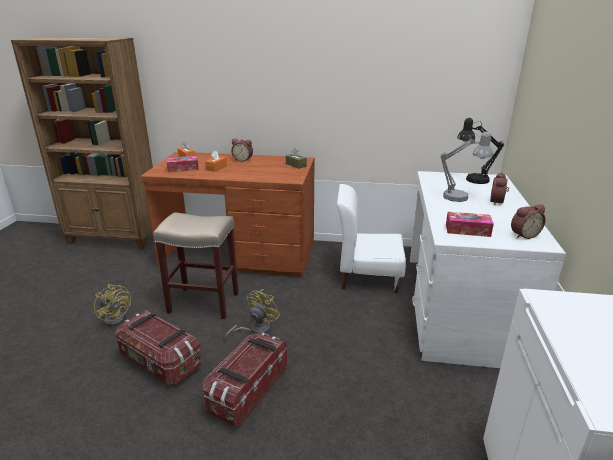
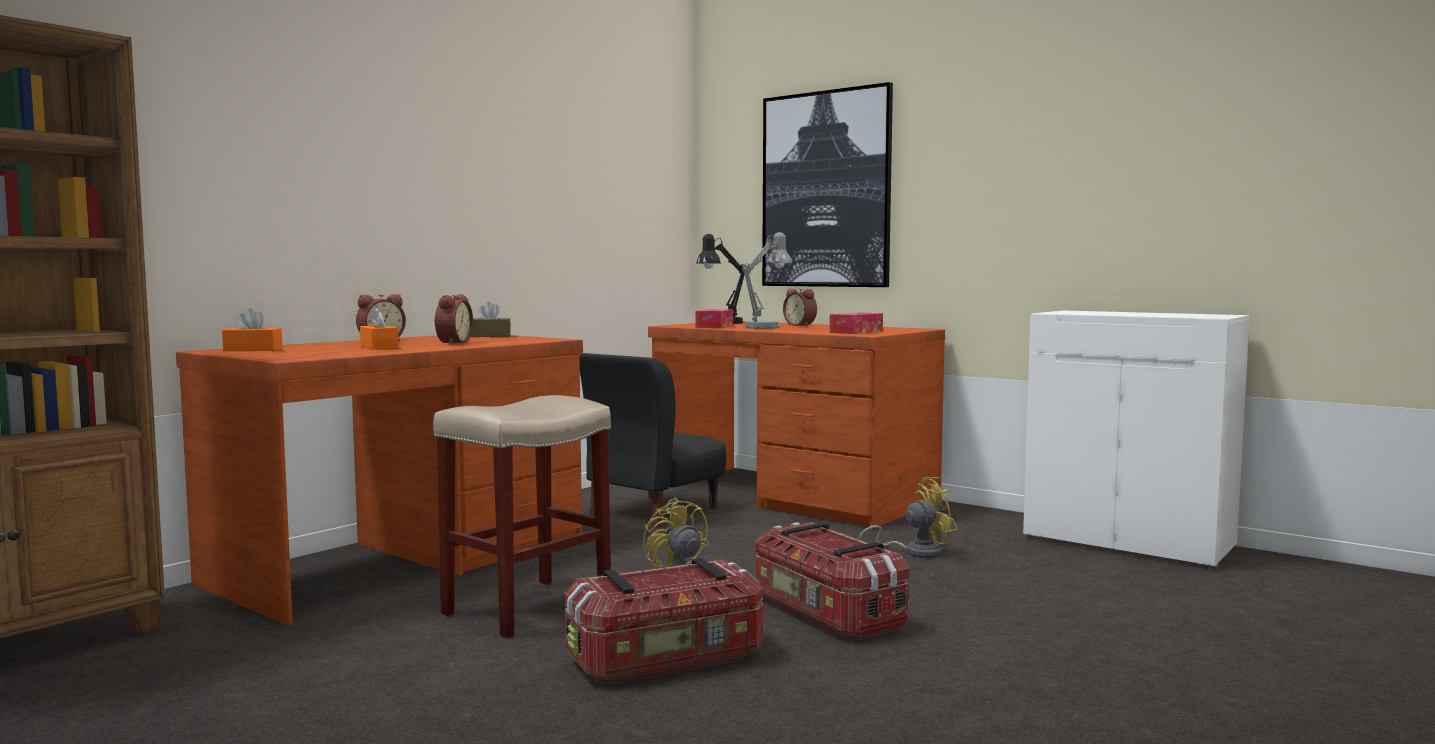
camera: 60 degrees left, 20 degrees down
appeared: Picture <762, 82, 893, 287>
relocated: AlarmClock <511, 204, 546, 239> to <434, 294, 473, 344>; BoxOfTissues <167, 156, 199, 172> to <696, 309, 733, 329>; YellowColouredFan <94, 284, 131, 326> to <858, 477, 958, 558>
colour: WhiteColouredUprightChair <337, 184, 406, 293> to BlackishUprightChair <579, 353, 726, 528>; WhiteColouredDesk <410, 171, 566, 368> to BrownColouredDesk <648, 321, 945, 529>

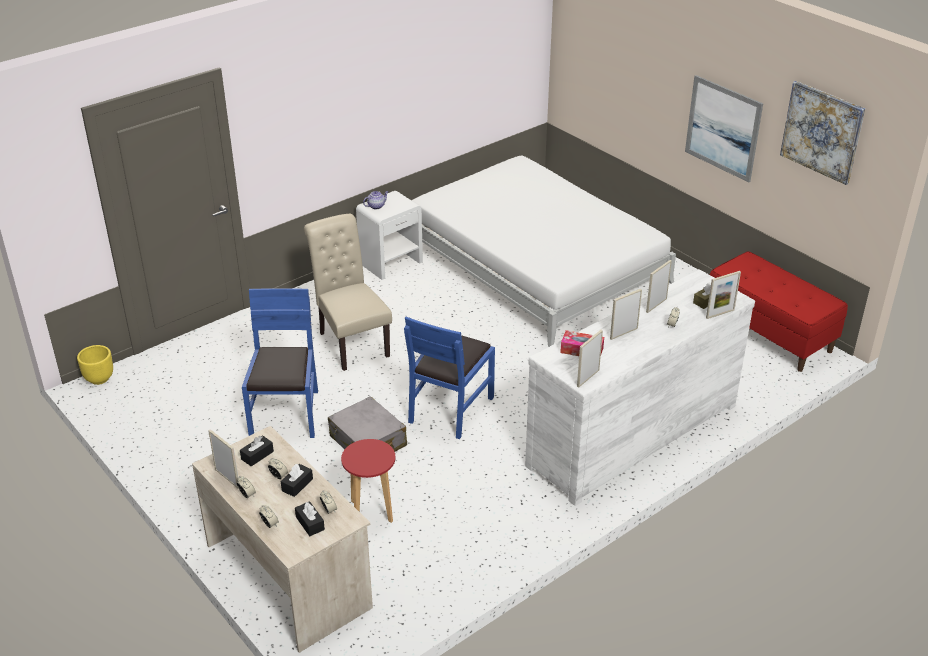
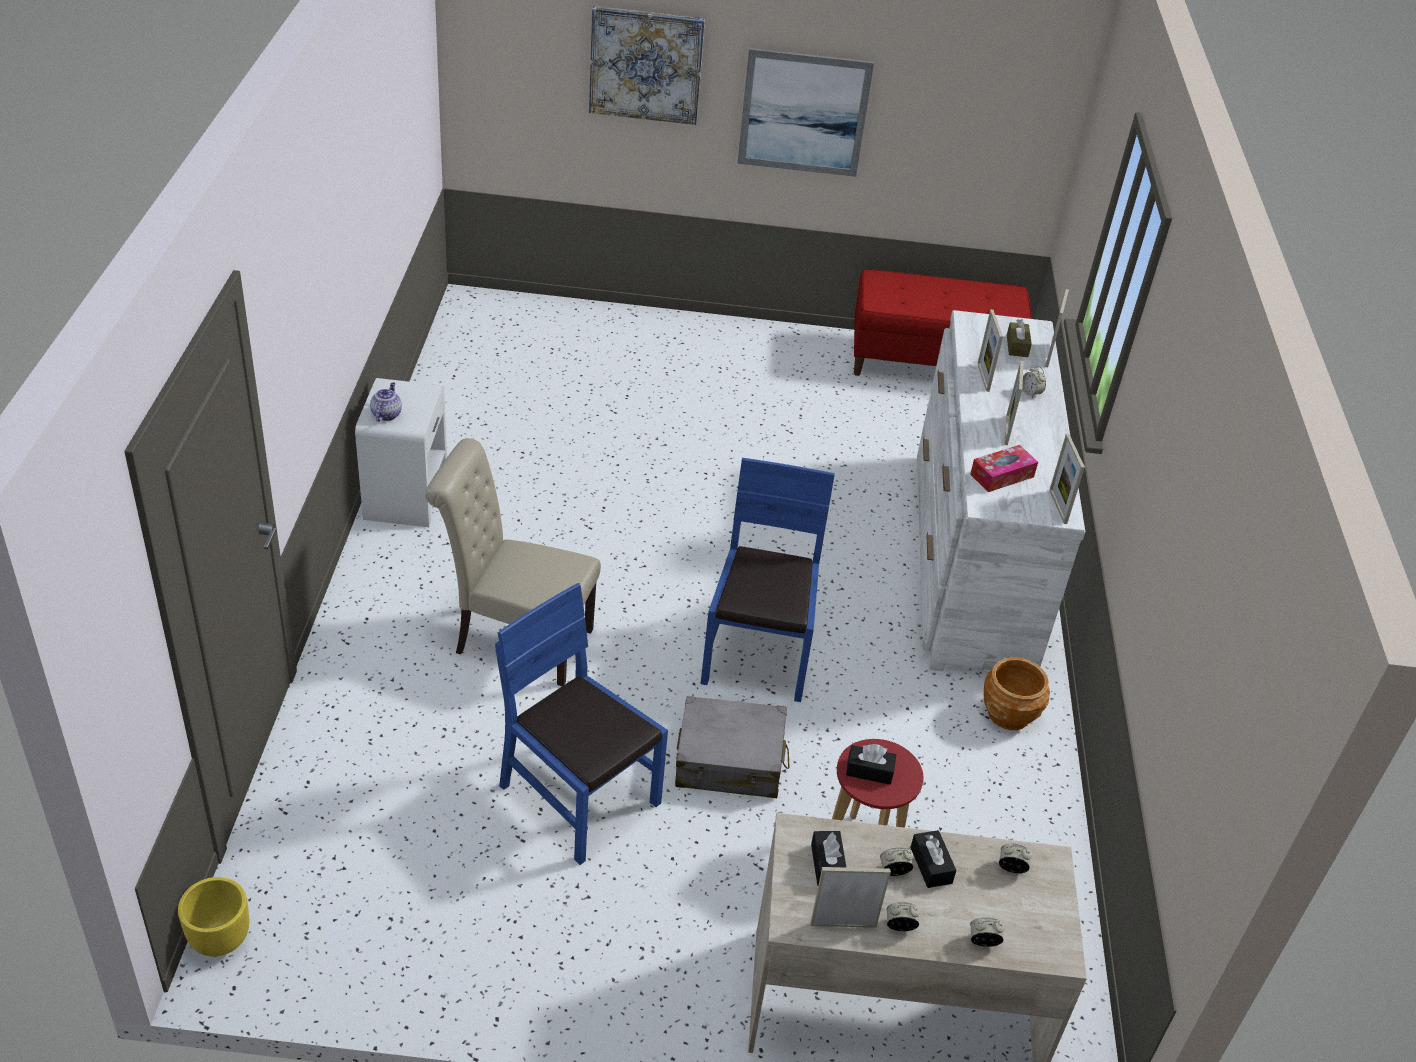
camera: 50 degrees left, 5 degrees up
missing: WhiteColouredBed <412, 155, 676, 347>
appeared: BrownColouredPlantPot <984, 657, 1050, 730>
relocated: Picture <780, 81, 865, 185> to <589, 6, 705, 125>; BlackishBoxOfTissues <295, 501, 325, 536> to <846, 744, 896, 785>
spun: BlueColouredUprightChair <404, 317, 495, 439> = <701, 458, 835, 702> 150 degrees counterclockwise

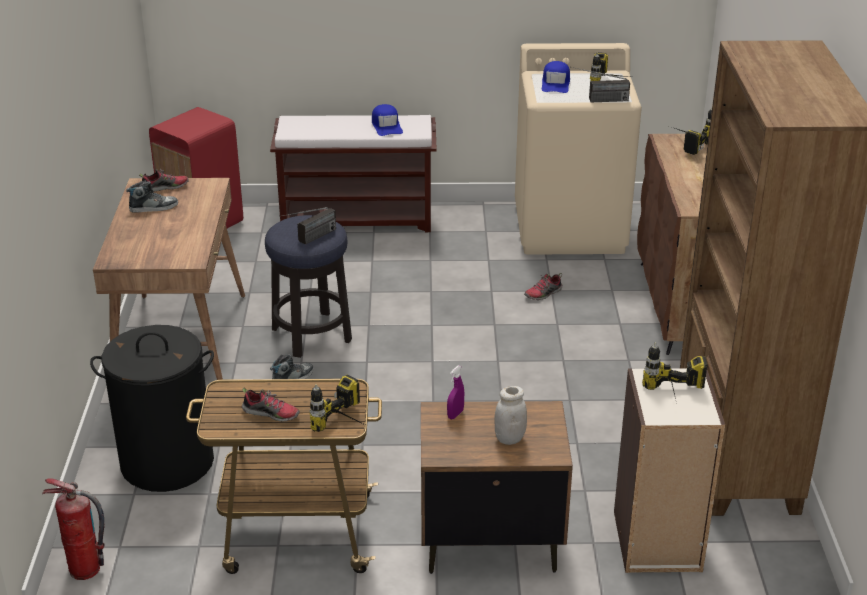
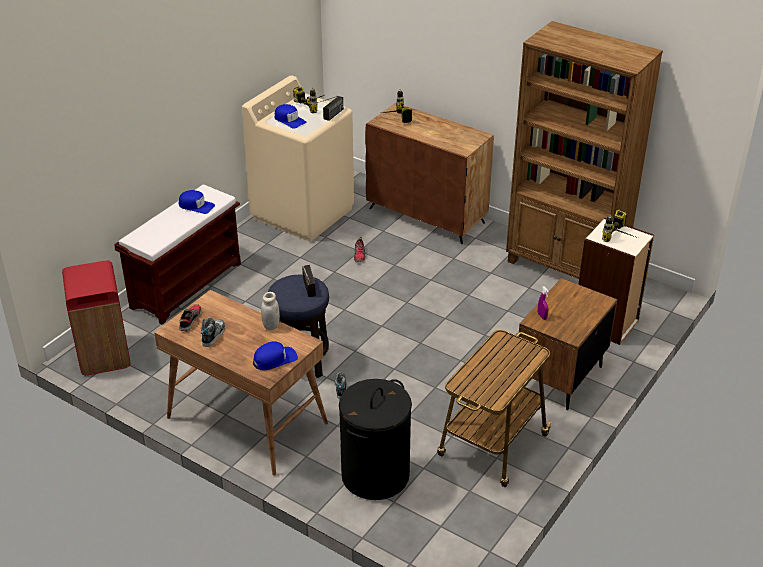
camera: 55 degrees left, 5 degrees up
missing: FireFightingCylinder <42, 478, 105, 580>; ItemOfFootwear <242, 388, 300, 422>; ElectricDrill <309, 375, 369, 432>
appeared: BlueColouredCap <253, 341, 298, 370>
relocated: WhiteColouredPreserveJar <495, 386, 527, 445> to <261, 292, 280, 330>

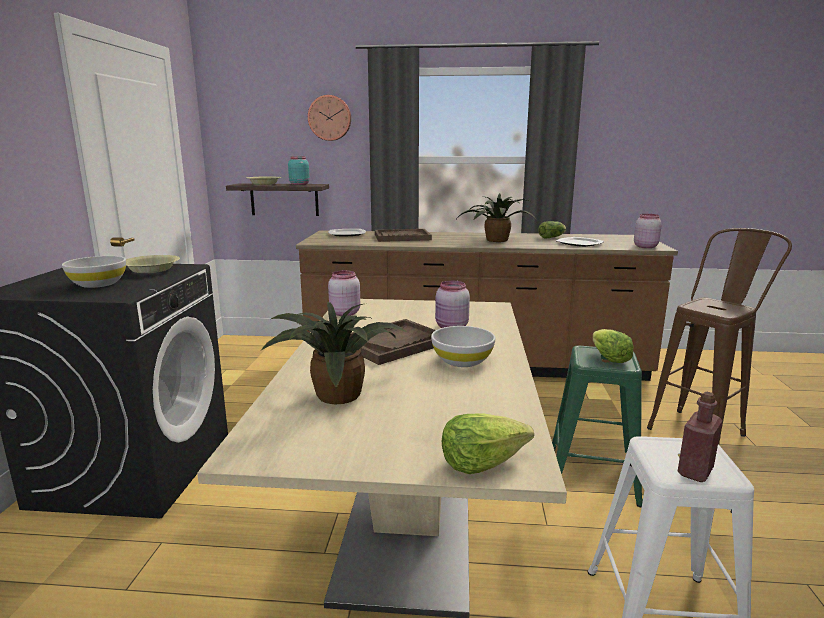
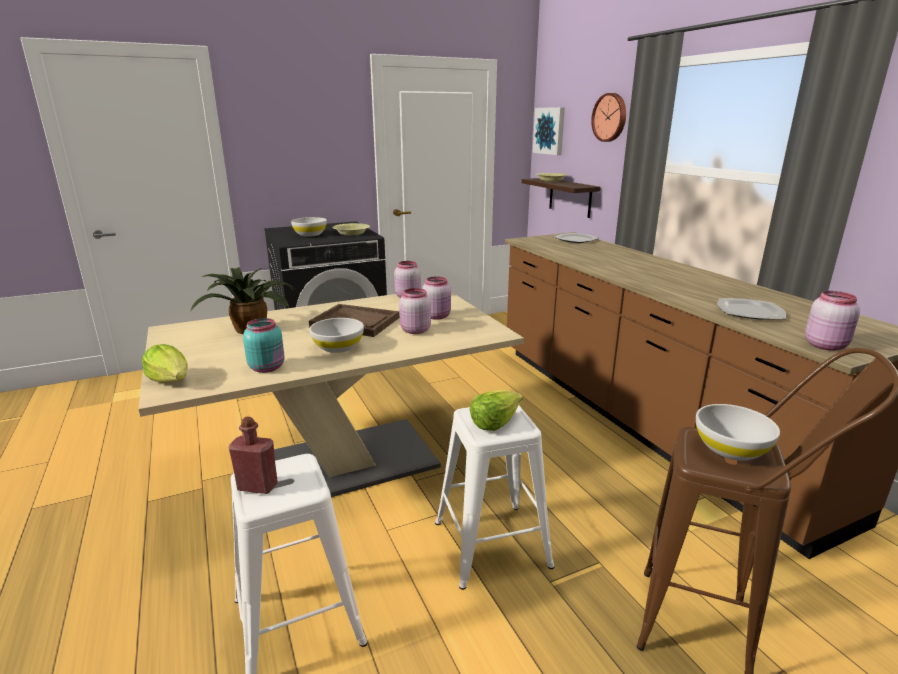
camera: 60 degrees right, 5 degrees up
missing: BrownColouredCarryingTray <375, 229, 432, 242>; PottedPlant <457, 193, 536, 242>; LettuceHead <538, 221, 566, 238>
appeared: PinkishPreserveJar <422, 276, 451, 320>; Picture <533, 107, 565, 155>; WhiteColouredServingBowl <696, 404, 780, 460>
relocated: TurquoisePreserveJar <288, 156, 310, 185> to <243, 318, 285, 373>
colour: GreenColouredStoolSeat <552, 346, 643, 507> to WhiteColouredStoolSeat <435, 405, 555, 590>

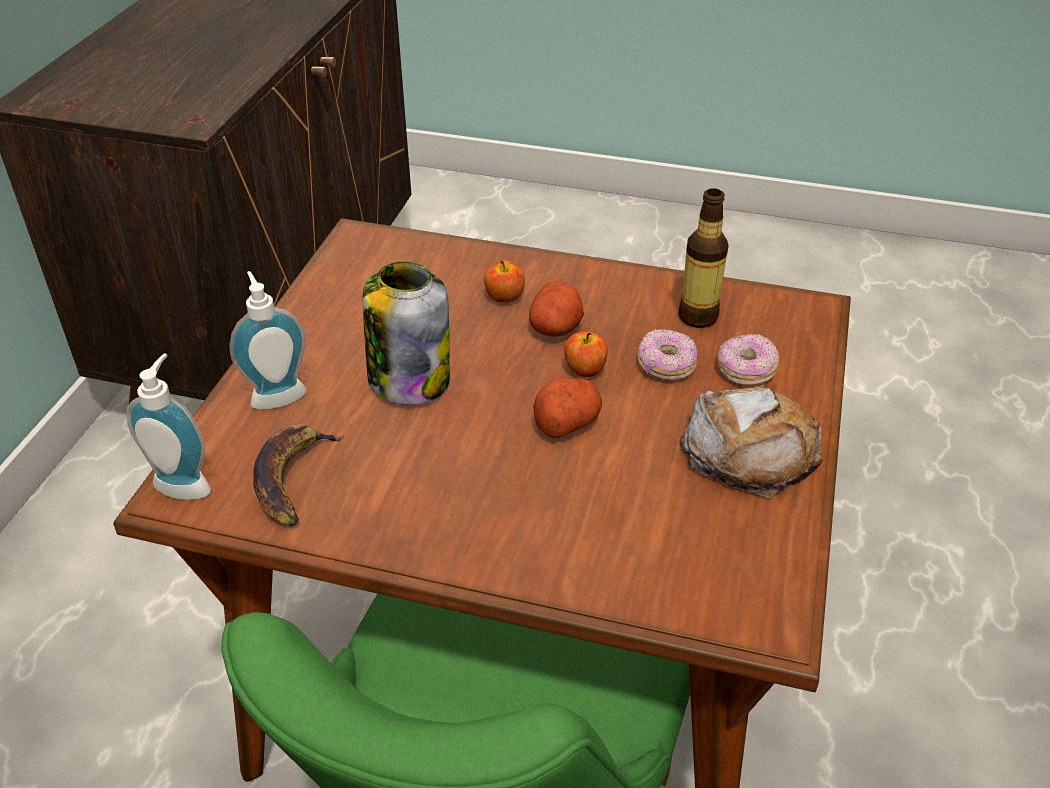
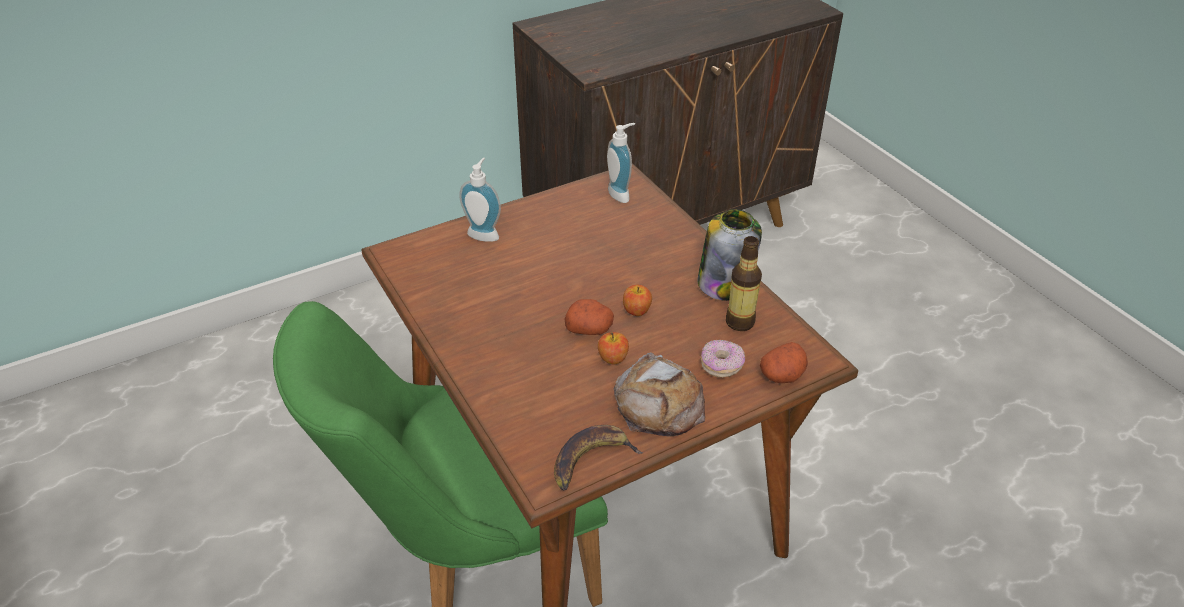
camera: 45 degrees right, 0 degrees up
missing: Doughnut <638, 329, 697, 380>
relocated: BananaFruit <253, 424, 344, 526> to <554, 425, 643, 490>; AppleFruit <484, 260, 525, 303> to <598, 332, 629, 365>; SoapDispenser <127, 353, 211, 500> to <607, 123, 635, 203>; PreserveJar <363, 262, 450, 405> to <698, 209, 762, 301>; WholePotato <529, 281, 584, 337> to <760, 342, 808, 383>

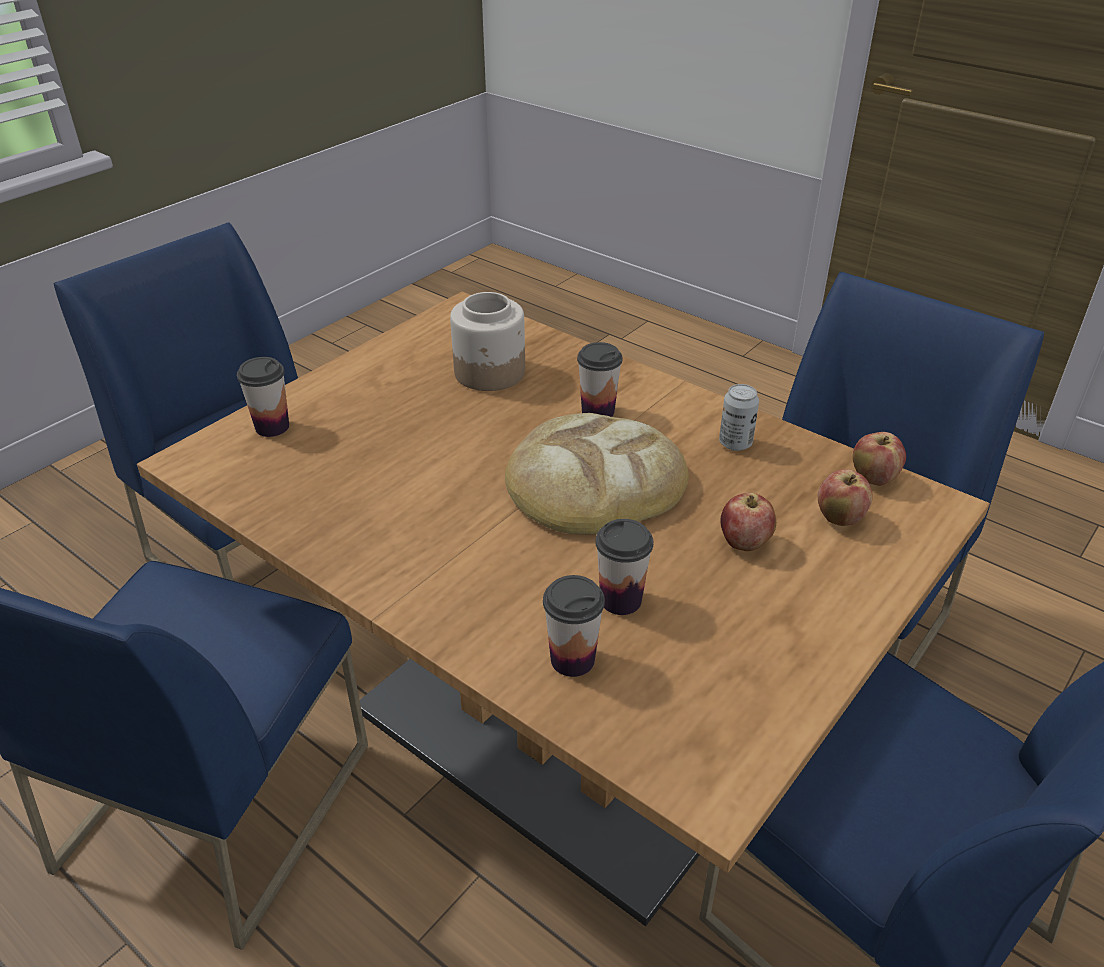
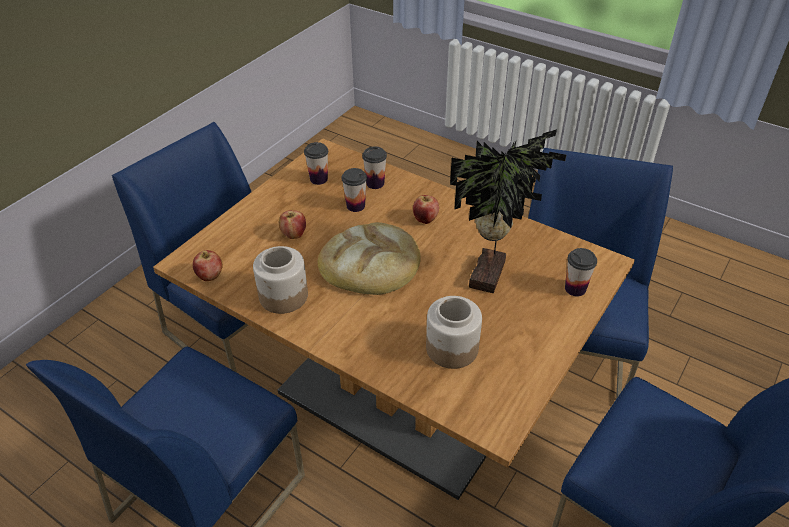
camera: 175 degrees right, 5 degrees up
appeared: PottedPlant <450, 130, 566, 293>
relocated: DrinkingCup <577, 342, 622, 417> to <304, 142, 328, 185>; AppleFruit <818, 469, 872, 526> to <413, 195, 439, 224>
exchanged: SealedCan <719, 384, 759, 451> to PreserveJar <253, 246, 308, 314>

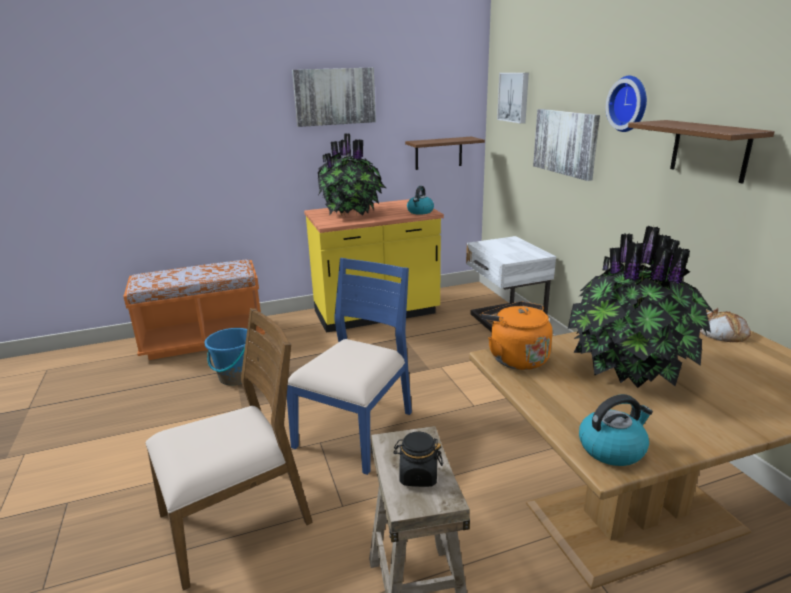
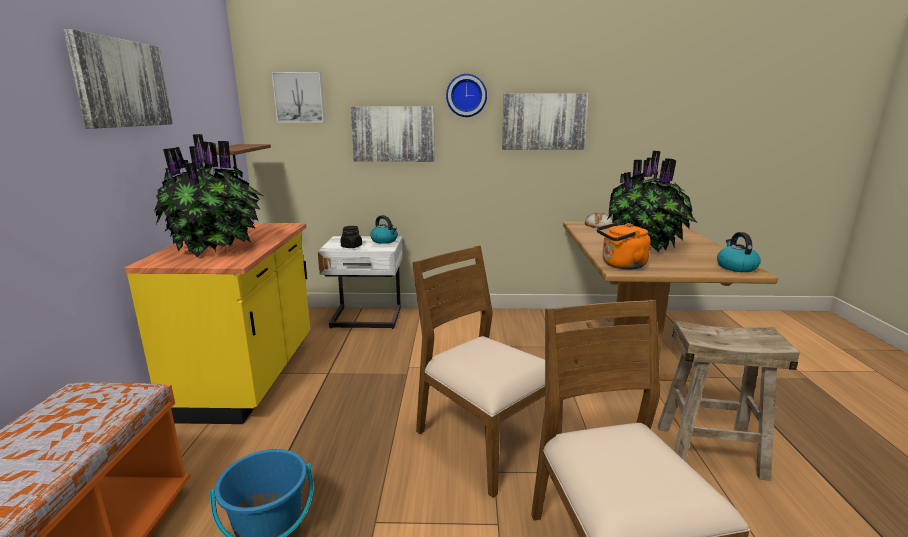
camera: 70 degrees left, 5 degrees down
relocated: BlackishPreserveJar <393, 432, 443, 487> to <340, 226, 362, 248>; WaterKettle <407, 186, 434, 214> to <370, 215, 398, 244>
exchanged: WallShelf <628, 120, 775, 183> to Picture <502, 94, 589, 150>
colour: BlueColouredUprightChair <287, 258, 412, 475> to BrownColouredUprightChair <412, 246, 563, 498>

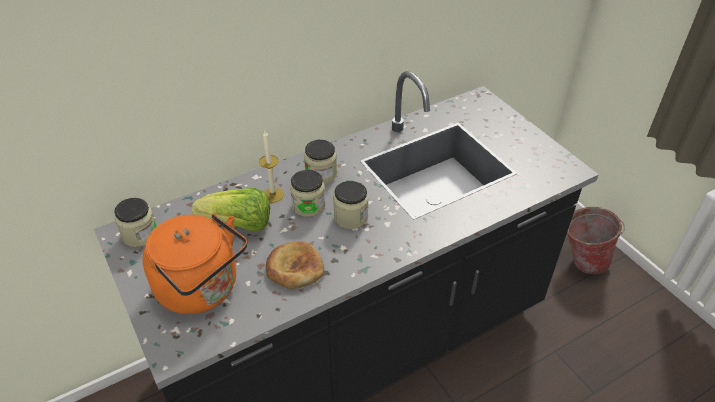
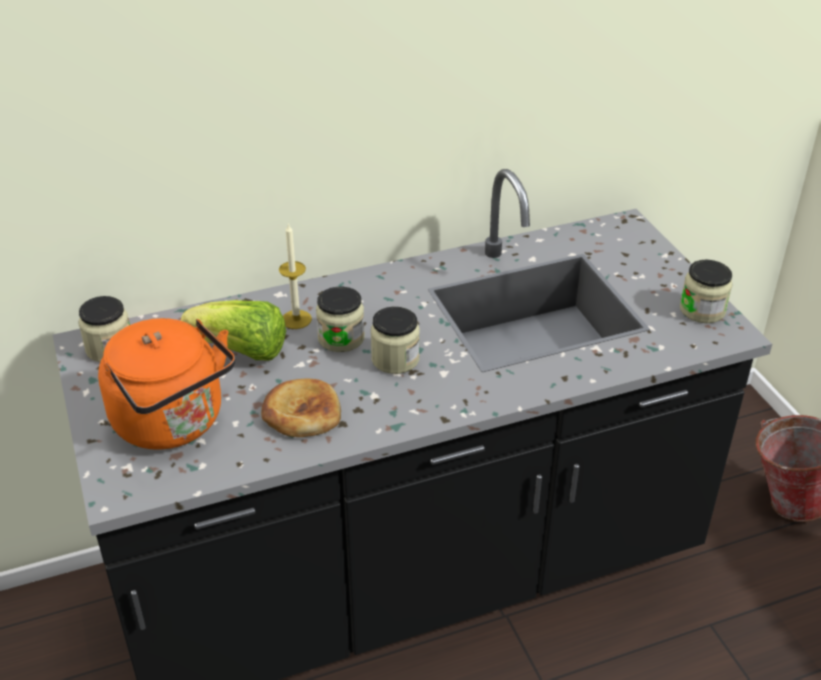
camera: 10 degrees right, 5 degrees down
relocated: PreserveJar <304, 140, 337, 184> to <680, 260, 732, 323>

